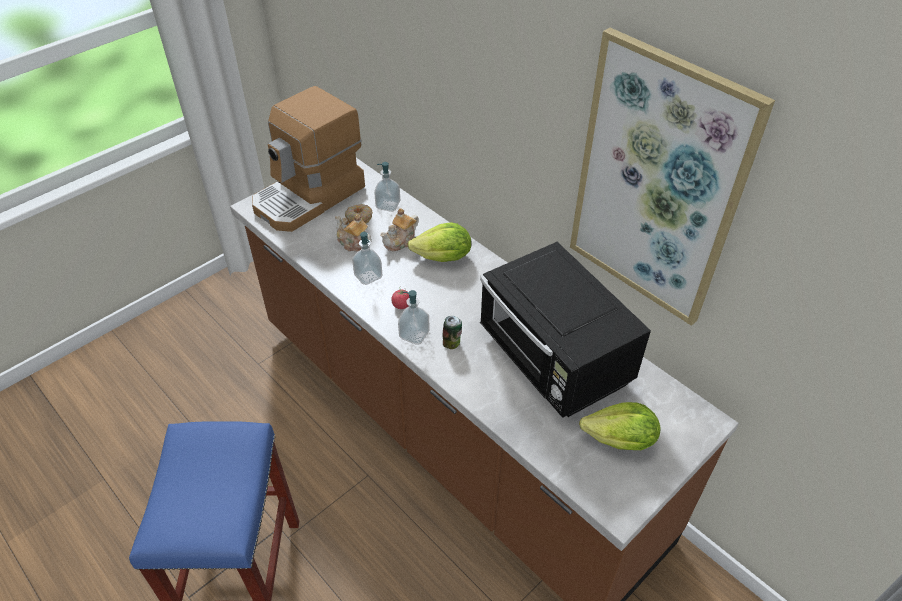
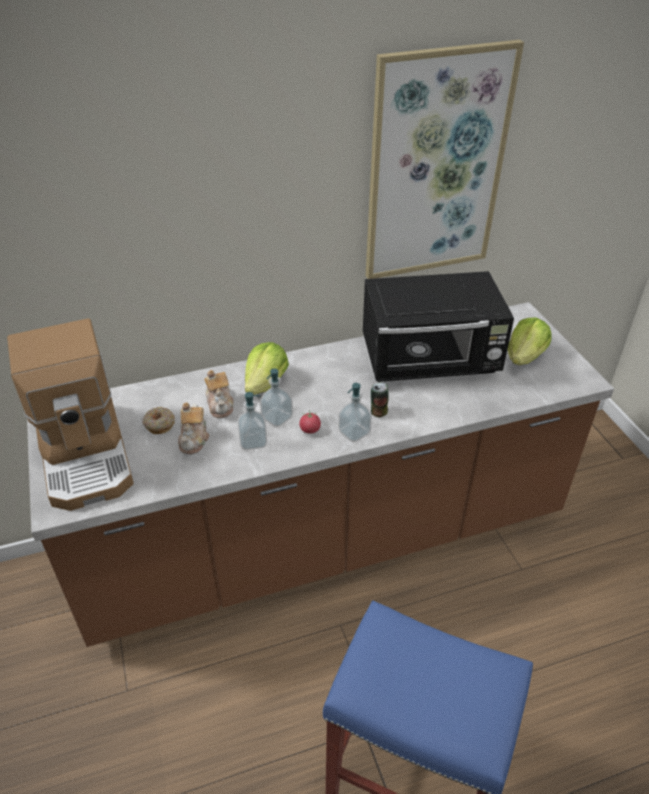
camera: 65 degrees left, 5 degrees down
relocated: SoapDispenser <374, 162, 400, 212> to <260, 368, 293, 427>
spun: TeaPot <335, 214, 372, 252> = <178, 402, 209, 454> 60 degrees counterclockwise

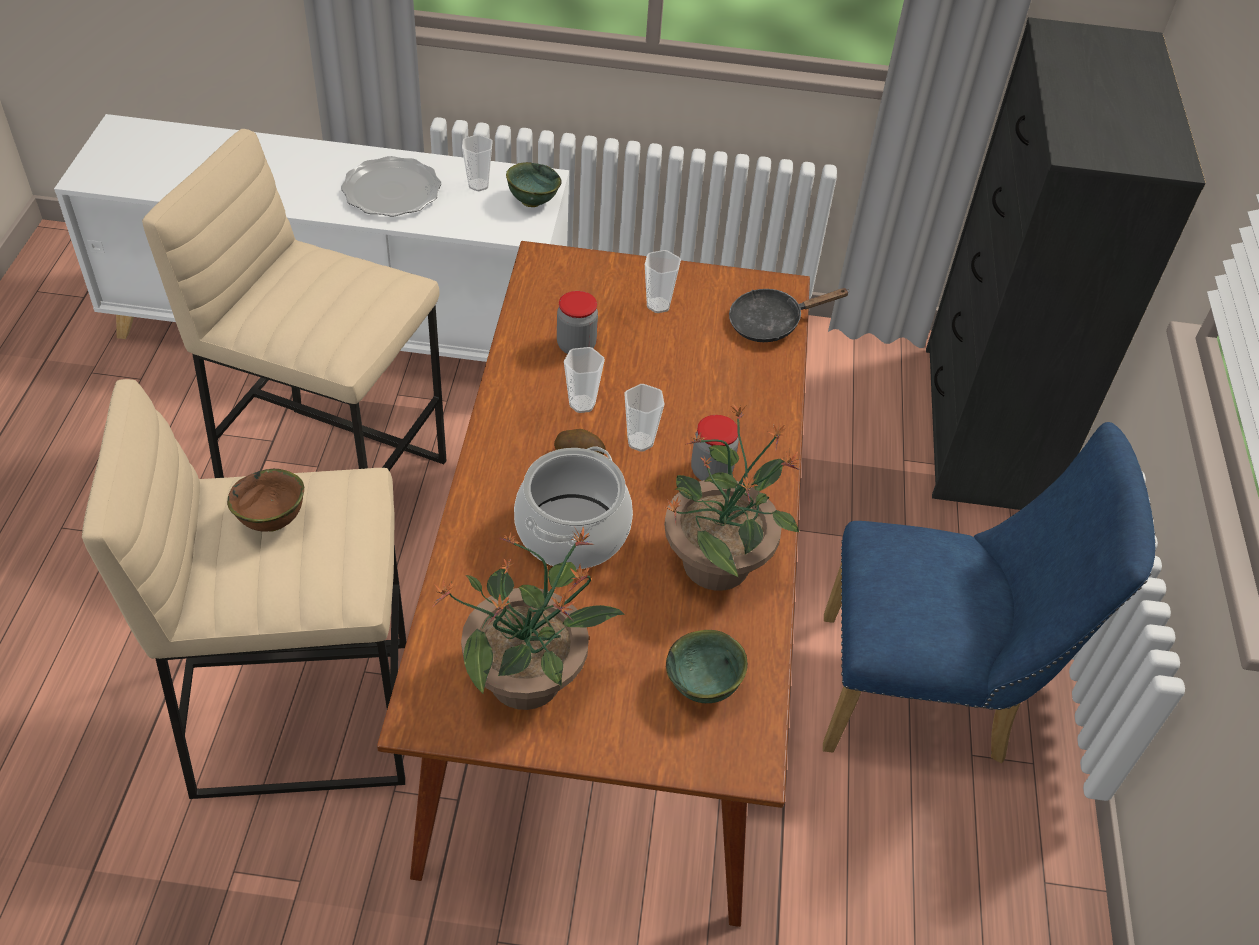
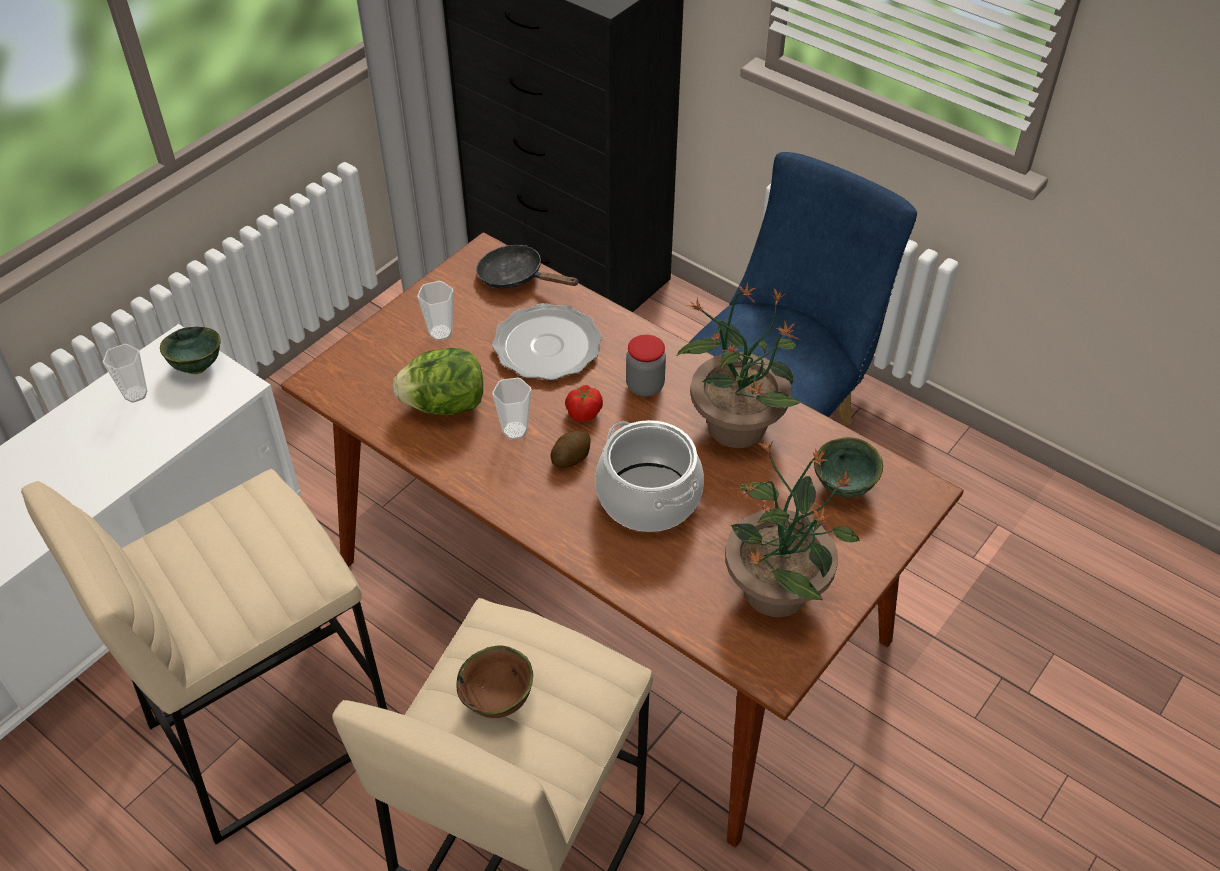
camera: 55 degrees left, 0 degrees up
relocated: DinnerPlate <341, 156, 441, 217> to <492, 303, 602, 380>
exchanged: PreserveJar <557, 291, 598, 354> to LettuceHead <393, 348, 483, 416>; DrinkingCup <624, 384, 664, 452> to Tomato <565, 385, 603, 422>
spun: BlackishSkillet <729, 288, 850, 342> = <476, 245, 579, 289> 105 degrees clockwise

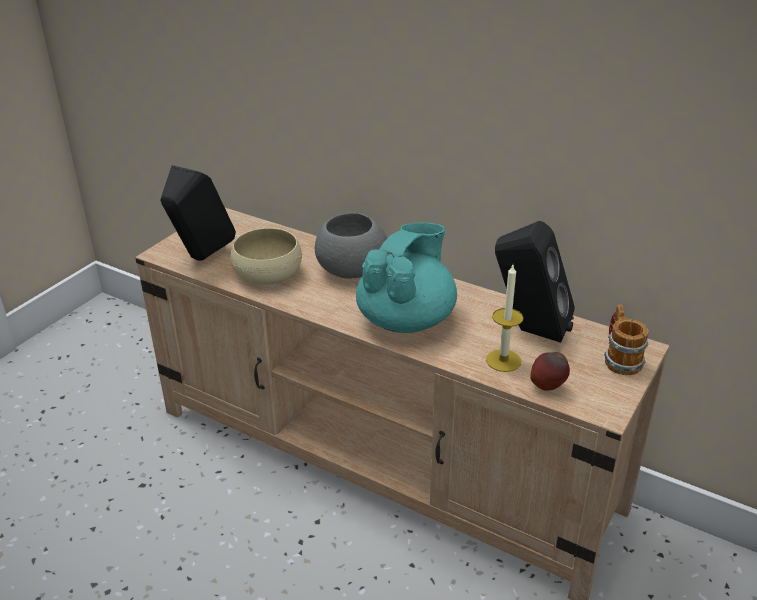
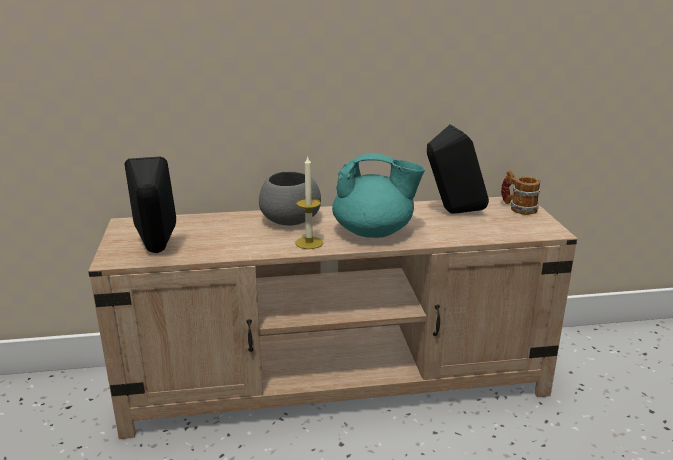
camera: 40 degrees left, 10 degrees down
missing: BeigeServingBowl <230, 228, 302, 285>; AppleFruit <530, 352, 570, 391>
relocated: Candle <486, 265, 523, 372> to <295, 157, 323, 249>
spun: TurquoiseTeaPot <356, 222, 457, 333> = <332, 153, 425, 238> 105 degrees clockwise

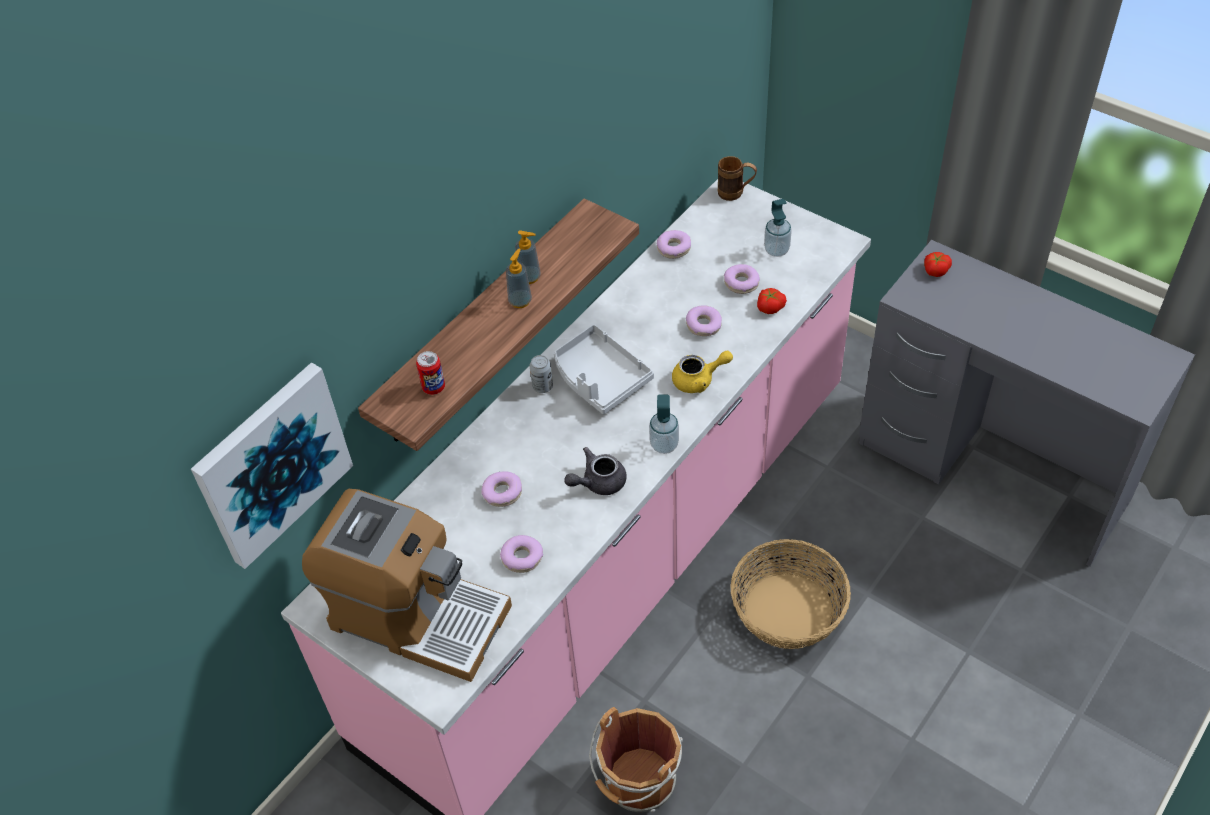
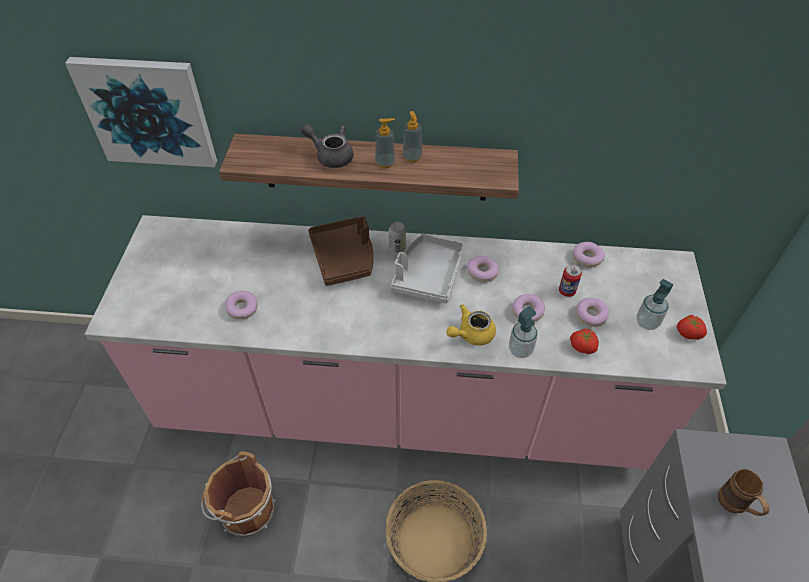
camera: 55 degrees right, 0 degrees up
missing: CoffeeMachine <302, 489, 512, 682>
appeared: BrownColouredCarryingTray <308, 216, 373, 286>
relocated: GreyTeaPot <564, 447, 627, 495> to <301, 124, 353, 168>; Doughnut <481, 471, 522, 507> to <467, 256, 499, 282>; SoapDispenser <649, 395, 679, 454> to <509, 306, 538, 358>; SealedCan <416, 351, 445, 395> to <559, 264, 582, 297>; Tomato <924, 252, 952, 277> to <677, 315, 707, 340>; BrownColouredCoffeeMug <718, 156, 757, 201> to <718, 469, 769, 516>
spun: YellowColouredTeaPot <672, 351, 733, 393> = <446, 304, 496, 346> 105 degrees clockwise

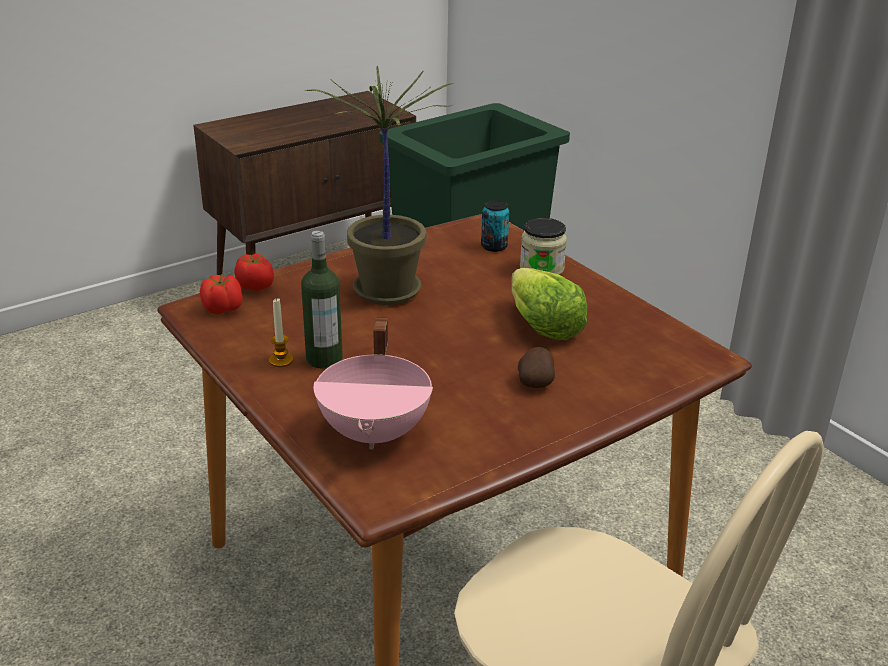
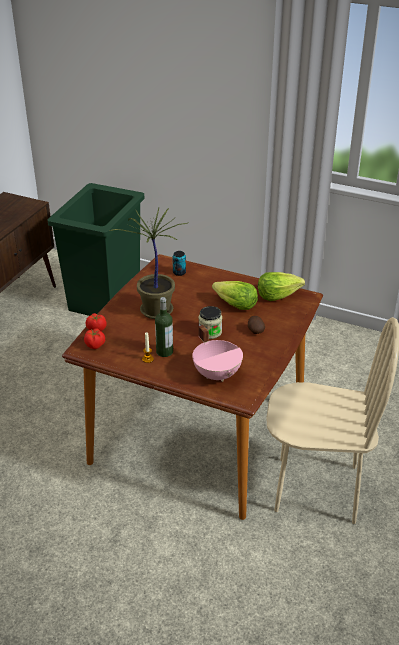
camera: 30 degrees left, 5 degrees up
appeared: LettuceHead <258, 272, 305, 301>
relocated: PreserveJar <520, 218, 567, 275> to <198, 306, 222, 339>

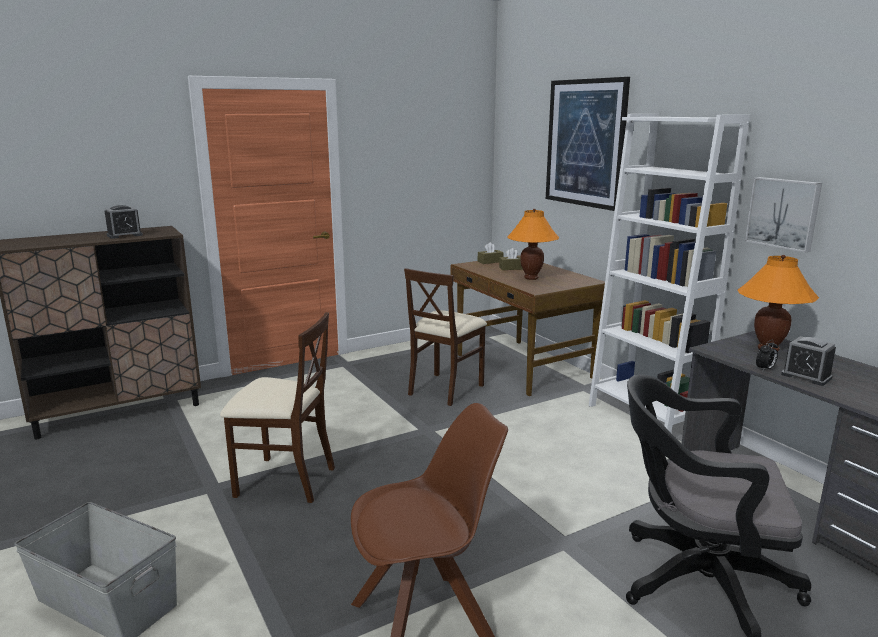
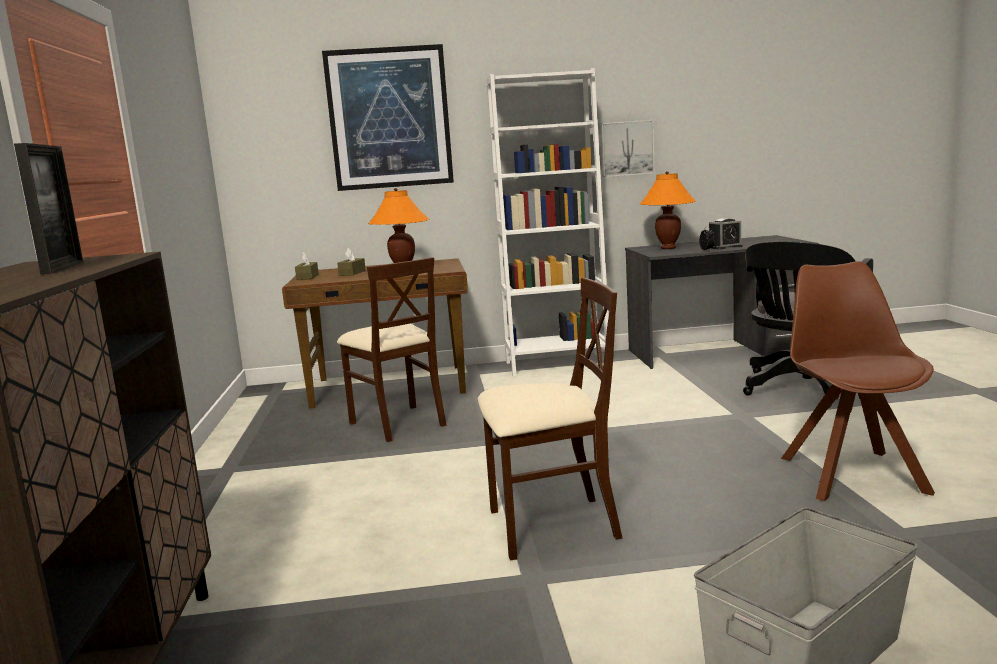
camera: 65 degrees left, 5 degrees down
exchanged: AlarmClock <105, 205, 143, 239> to PhotoFrame <14, 143, 83, 275>
spun: BeigeUprightChair <220, 312, 335, 503> = <478, 278, 623, 560> 45 degrees clockwise

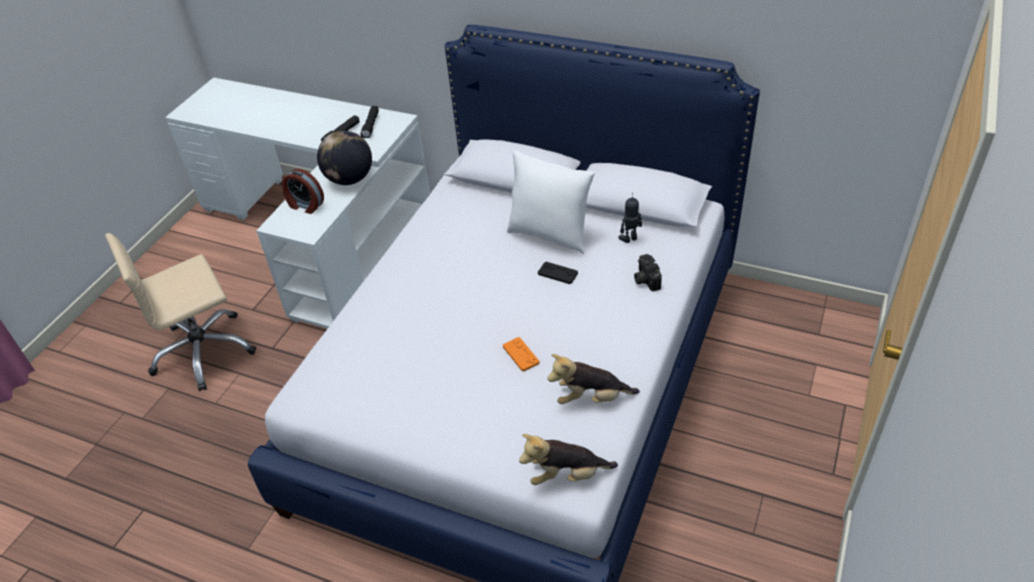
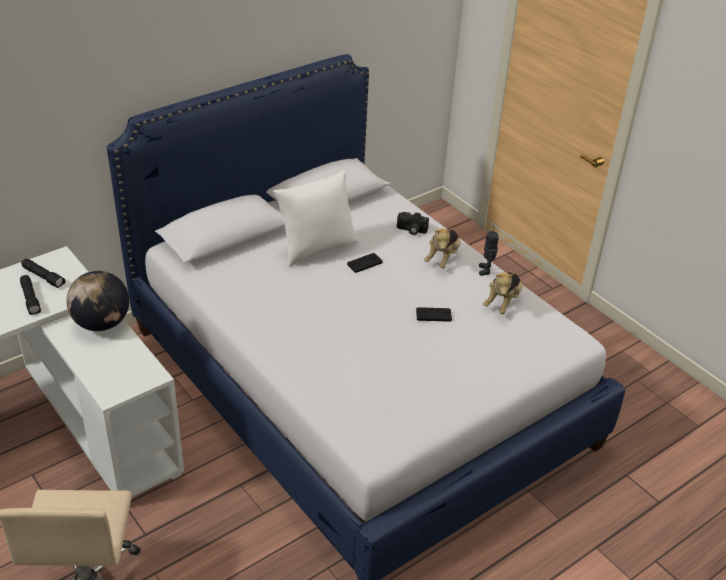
camera: 65 degrees left, 5 degrees down
missing: AlarmClock <282, 169, 324, 214>
relocated: PlushToy <519, 434, 618, 485> to <424, 228, 461, 268>; ToyRobot <619, 193, 642, 243> to <479, 229, 499, 276>
colour: OrangeColouredJoypad <503, 337, 539, 372> to BlackishJoypad <416, 307, 452, 322>

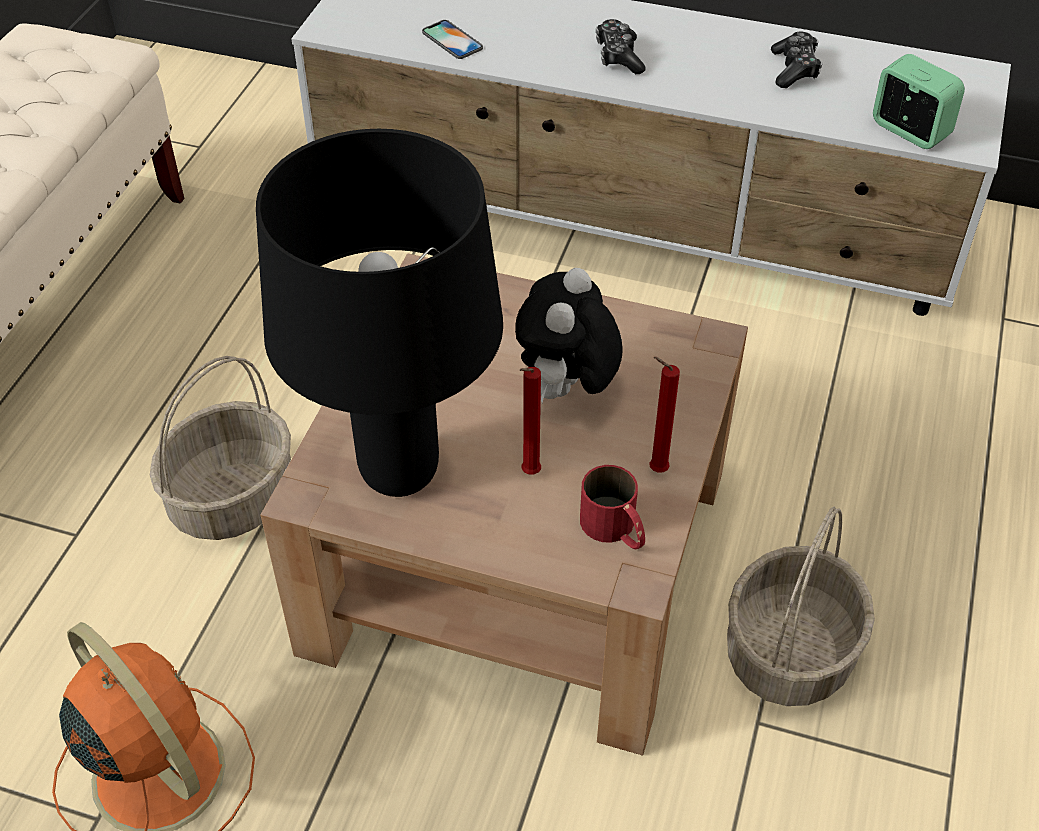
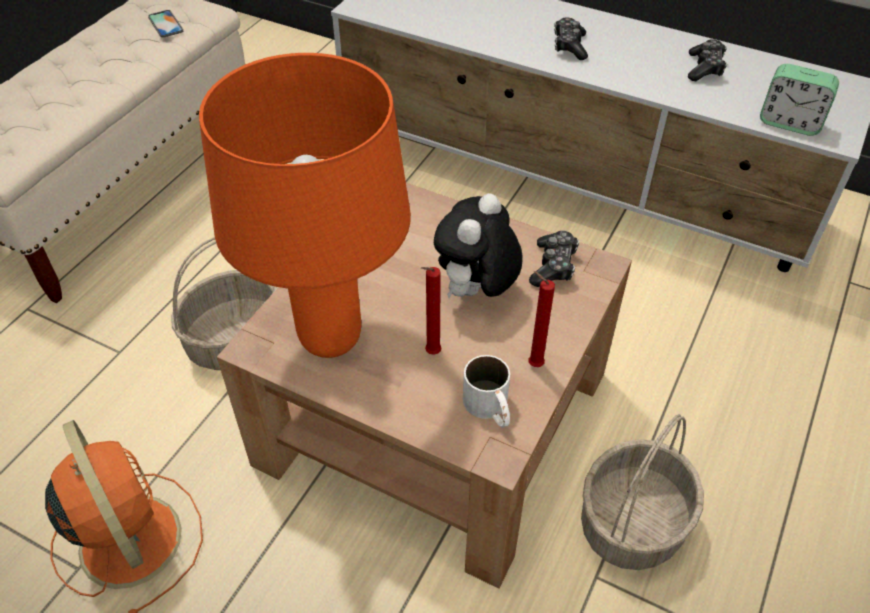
camera: 10 degrees right, 0 degrees up
appeared: Joypad <529, 231, 579, 287>
relocated: Phone <422, 20, 483, 59> to <148, 10, 183, 37>
colour: BlackishTabletopLamp <256, 129, 503, 497> to OrangeColouredTabletopLamp <199, 53, 411, 358>; RedCoffeeMug <580, 465, 645, 549> to WhiteColouredCoffeeMug <463, 355, 510, 428>
spun: AlarmClock <873, 54, 965, 149> = <760, 64, 839, 136> 150 degrees clockwise

